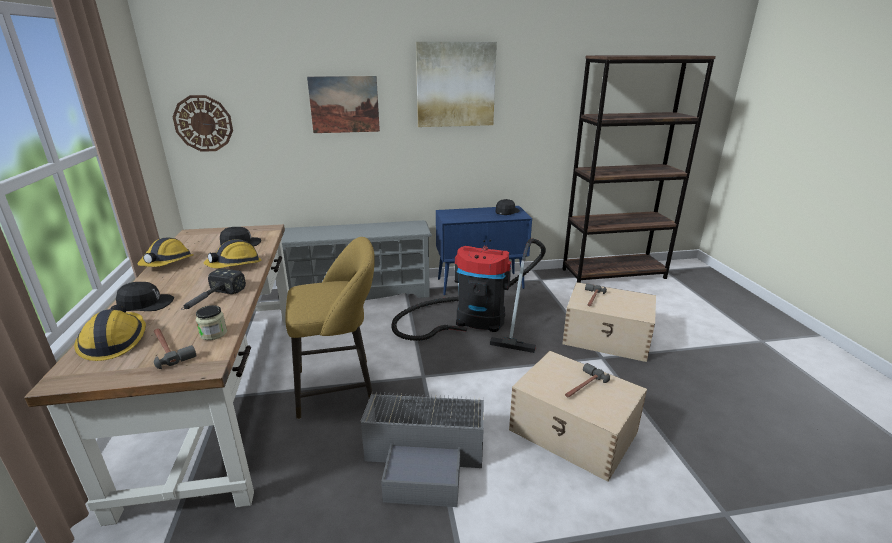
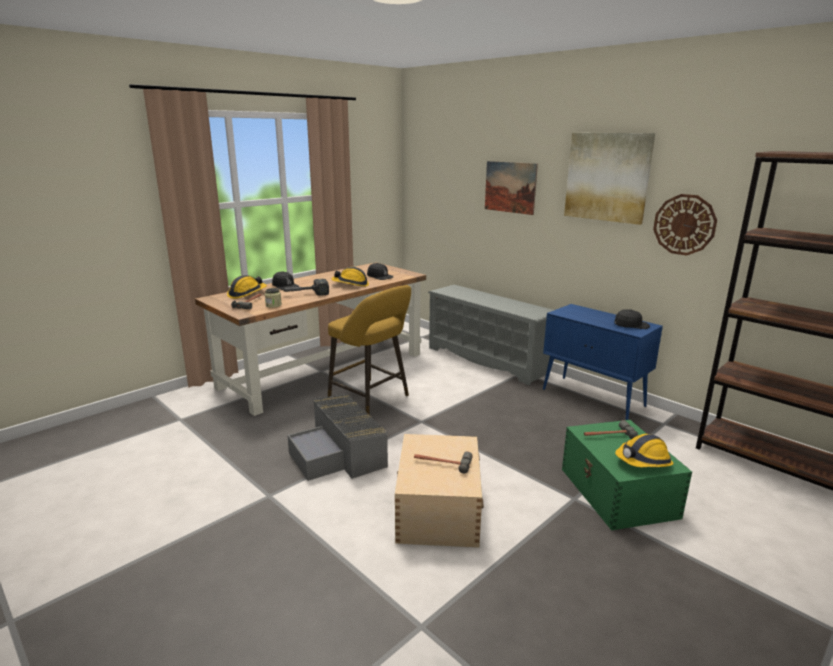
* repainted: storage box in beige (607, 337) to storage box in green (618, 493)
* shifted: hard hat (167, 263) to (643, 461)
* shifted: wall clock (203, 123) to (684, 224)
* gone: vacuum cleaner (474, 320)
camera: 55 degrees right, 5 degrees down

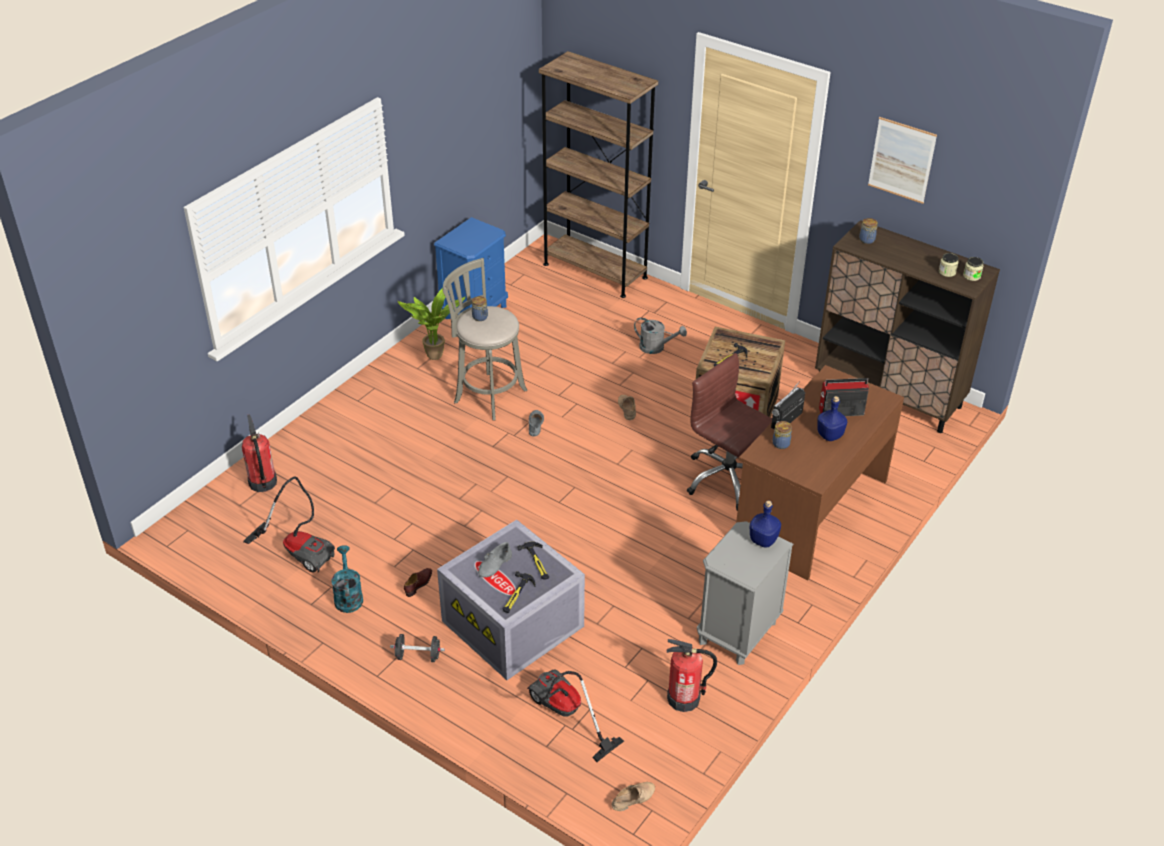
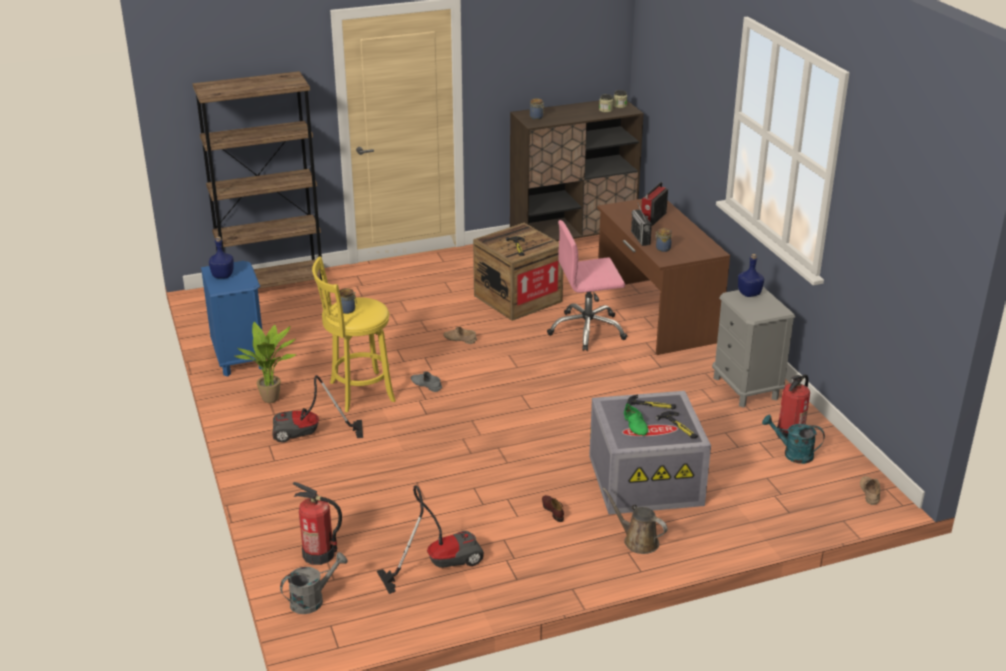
* shifted: bottle in blue (829, 435) to (223, 276)
* shifted: vacuum cleaner (564, 715) to (309, 435)
* shifted: watering can in grey (656, 348) to (312, 600)
* repainted: stool in grey (487, 394) to stool in yellow (358, 392)
* repainted: office chair in brown (727, 479) to office chair in pink (587, 331)
* swapped: dumbbell in black (418, 656) to watering can in brown (638, 541)
* repainted: shoe in grey (495, 565) to shoe in green (636, 425)
* shifted: watering can in turquoise (348, 596) to (792, 454)
* gone: picture (901, 160)
camera: 55 degrees left, 10 degrees down

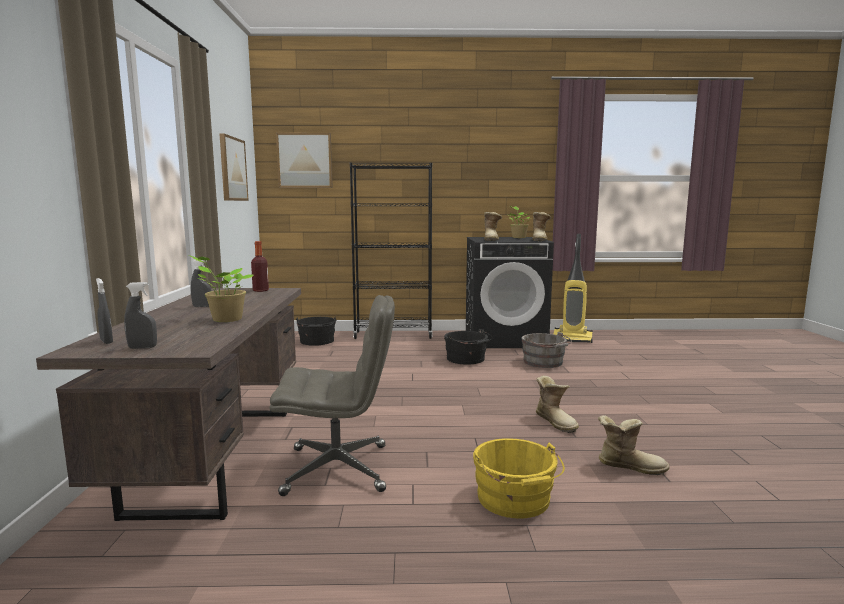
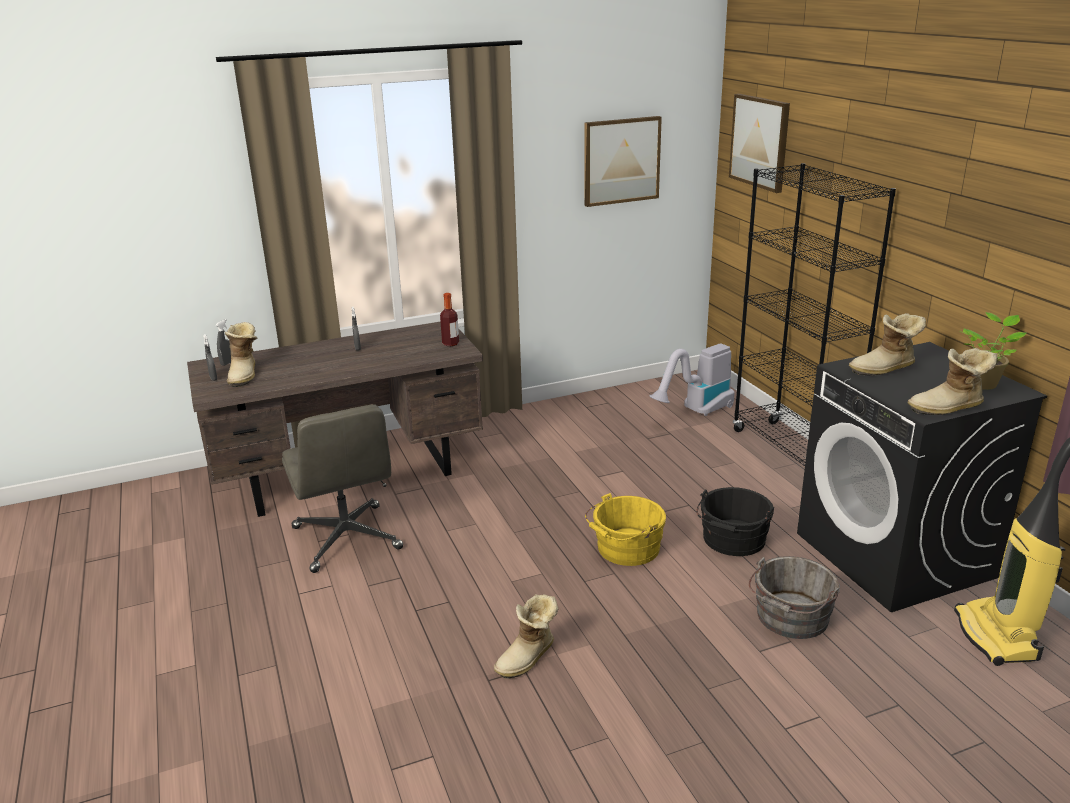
* shifted: boot (629, 466) to (245, 374)
* shifted: bucket in yellow (515, 500) to (625, 549)
* swapped: bucket in black (317, 341) to vacuum cleaner (696, 412)
* gone: potted plant (225, 319)
camera: 70 degrees right, 15 degrees up

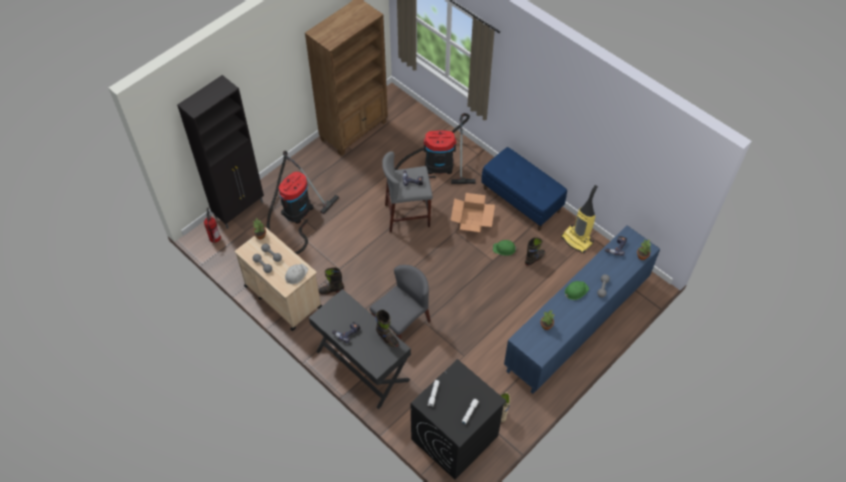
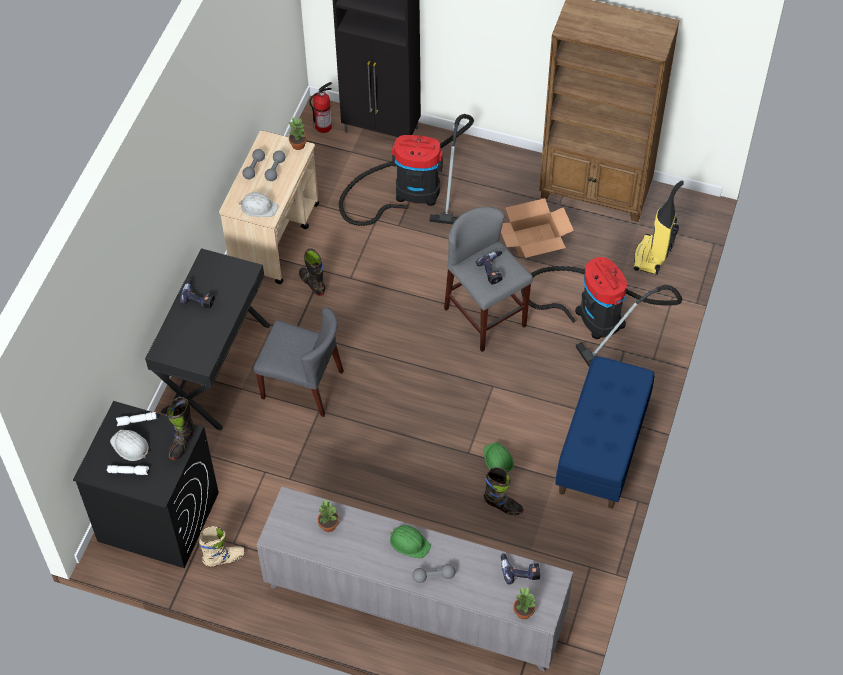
* new: hard hat in white (130, 446)
* shifted: boot in black (387, 338) to (182, 443)
* repainted: cabinet in blue (577, 325) to cabinet in grey (414, 605)
* shifted: cardboard box (472, 220) to (534, 240)
* shifted: vacuum cleaner (577, 240) to (652, 256)
camera: 65 degrees right, 0 degrees up

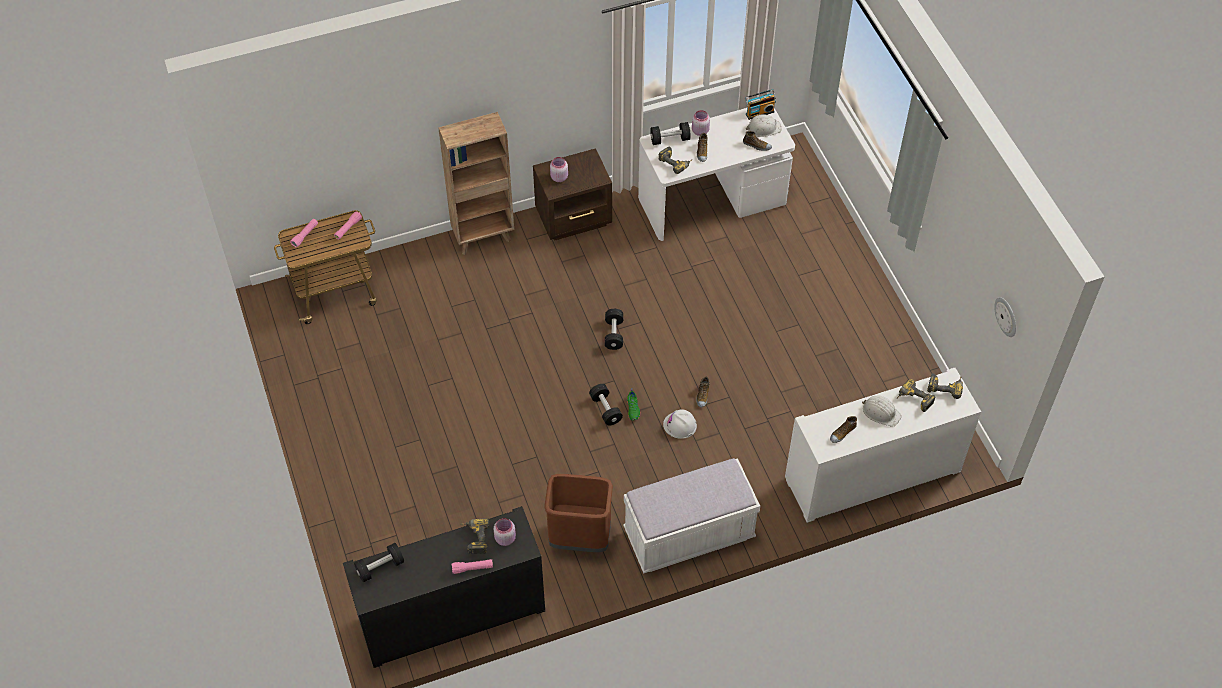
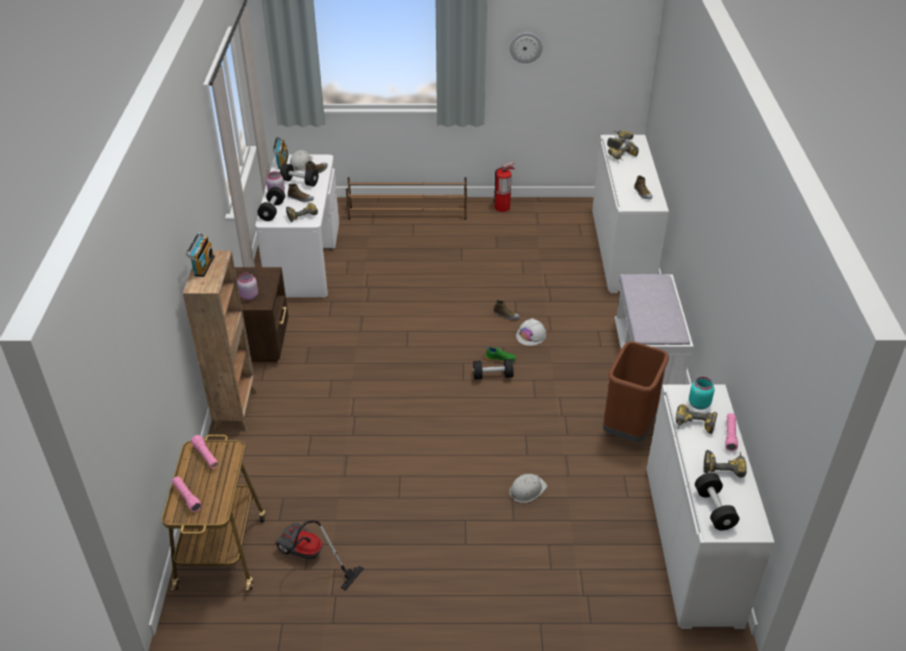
* new: radio (202, 266)
* new: vacuum cleaner (310, 558)
* shifted: dumbbell in black (614, 334) to (299, 182)
* new: shoe rack in brown (408, 213)
* new: fire extinguisher (502, 207)
* shifted: wall clock (1006, 316) to (526, 47)
* shifted: hard hat in white (881, 412) to (527, 490)
* repainted: cabinet in black (452, 614) to cabinet in white (691, 544)
* repainted: jar in pink (505, 538) to jar in turquoise (698, 404)
* new: power drill (724, 466)
camera: 70 degrees left, 15 degrees down

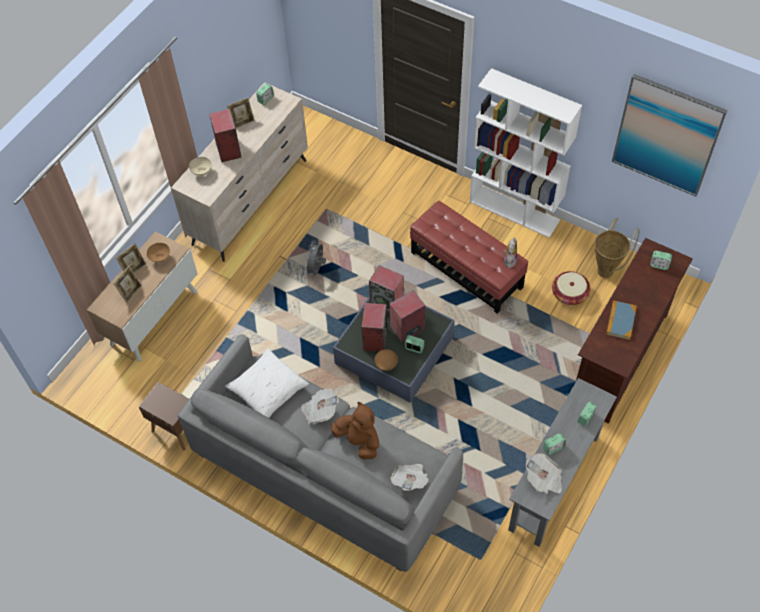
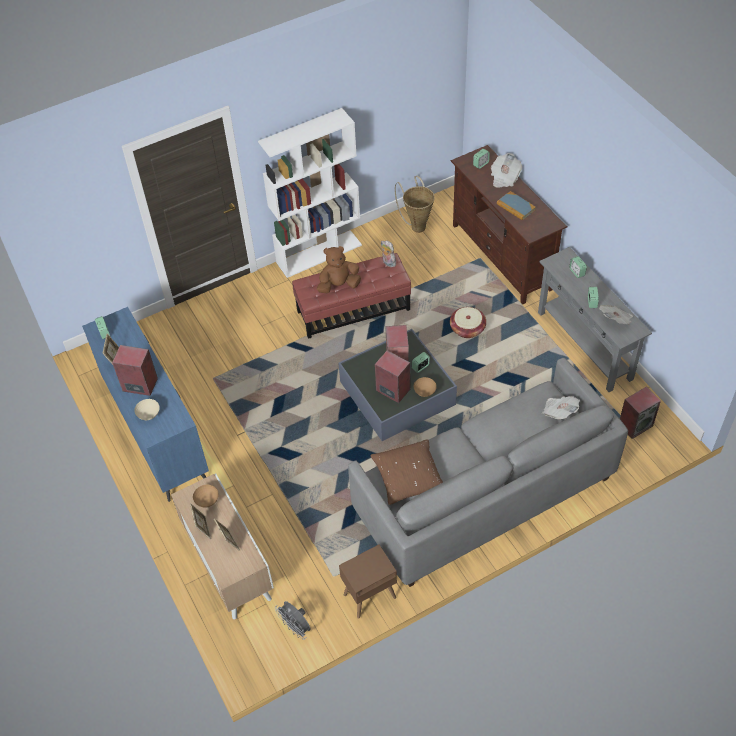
* repainted: dresser in beige (251, 201) to dresser in blue (157, 432)
* shifted: fan in grey (316, 269) to (296, 627)
* shifted: plush toy in brown (359, 441) to (338, 285)
* repainted: pillow in white (267, 389) to pillow in brown (408, 477)
* shifted: basket (569, 294) to (467, 329)
* shifted: newspaper (320, 411) to (504, 178)
* shifted: speaker (387, 302) to (635, 425)
* gone: picture (666, 136)
camera: 60 degrees left, 5 degrees down

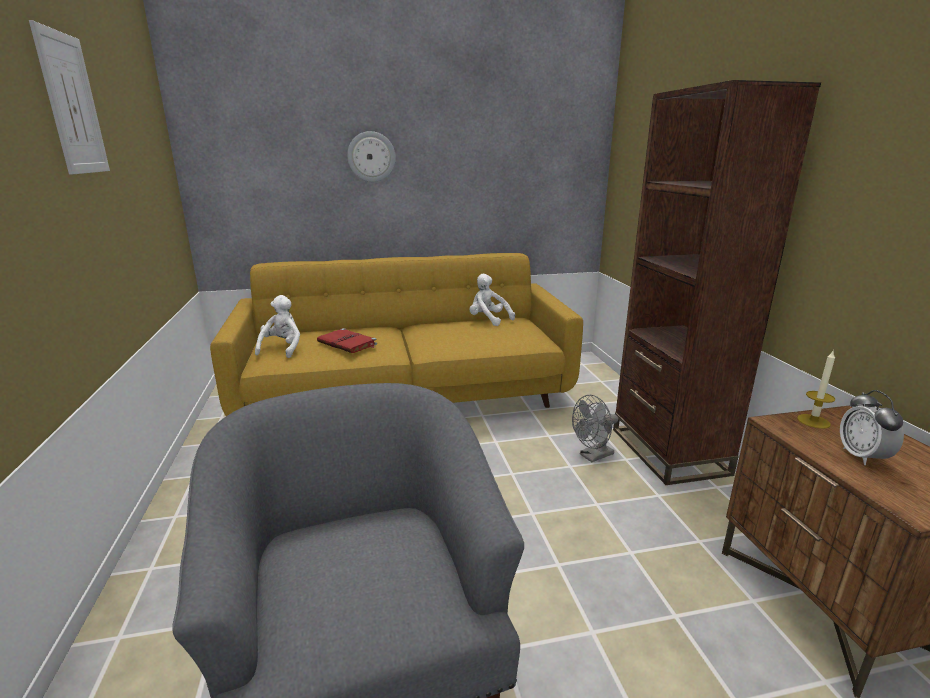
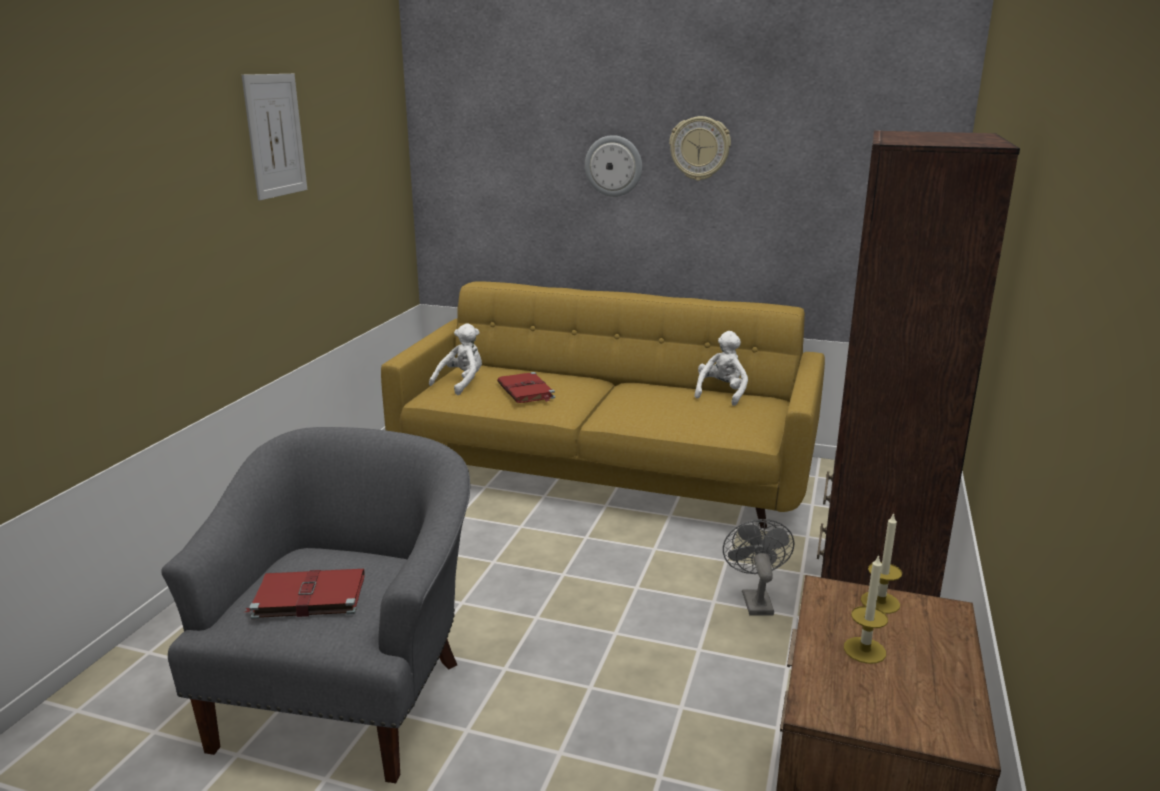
* new: book in red (307, 597)
* new: wall clock (700, 148)
* rotated: plush toy in white (488, 320) = (721, 393) 45 degrees clockwise
* rotated: fan in grey (593, 456) = (755, 600) 90 degrees clockwise
* swapped: alarm clock (862, 456) to candle (864, 650)
camera: 30 degrees right, 0 degrees up

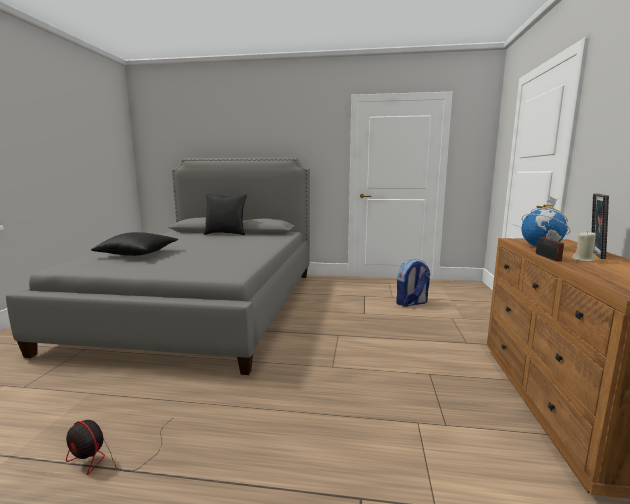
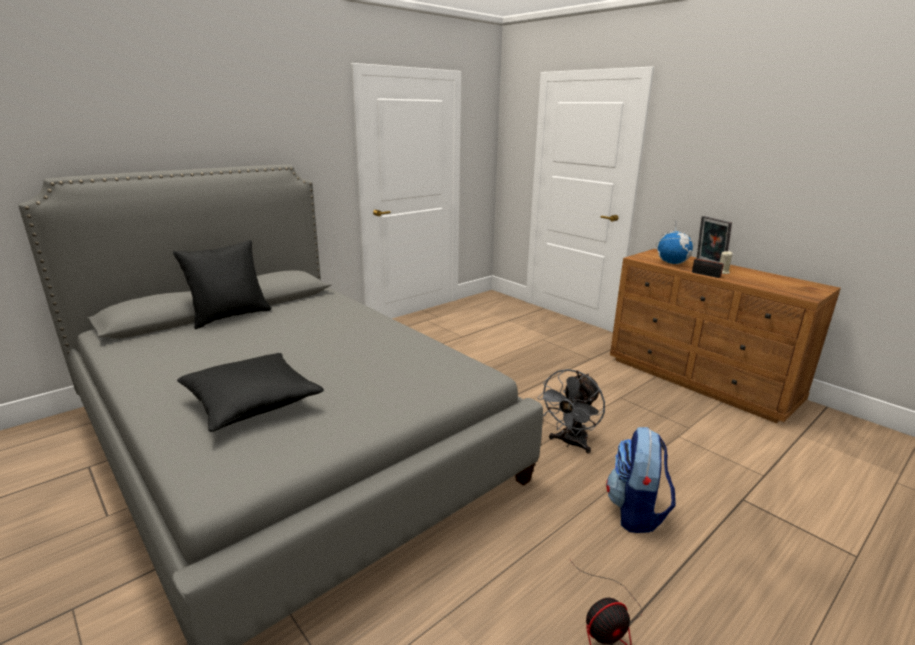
* new: fan in grey (570, 443)
* shifted: backpack (411, 303) to (636, 512)
camera: 50 degrees left, 10 degrees up

